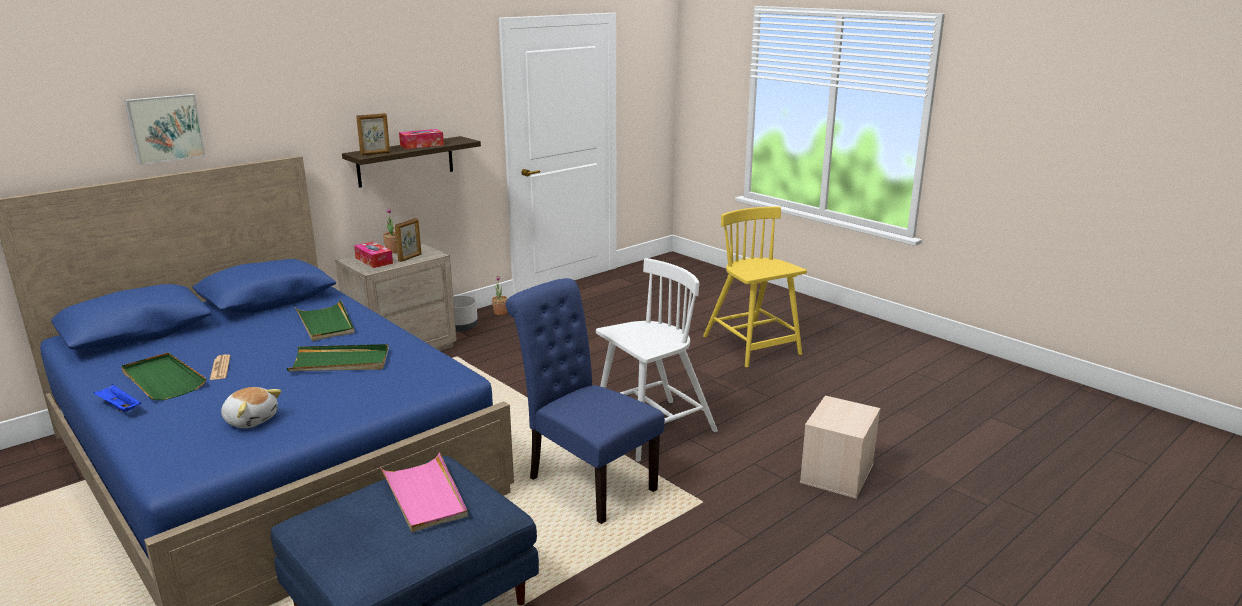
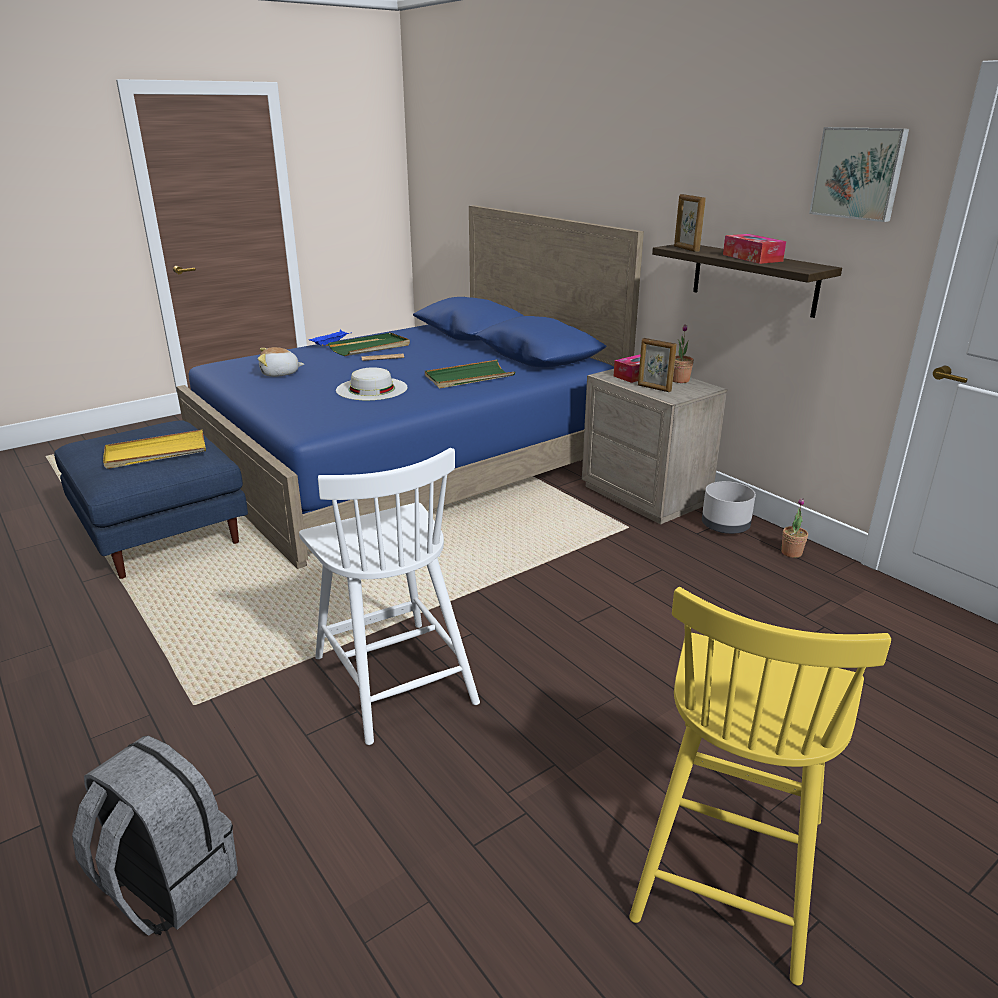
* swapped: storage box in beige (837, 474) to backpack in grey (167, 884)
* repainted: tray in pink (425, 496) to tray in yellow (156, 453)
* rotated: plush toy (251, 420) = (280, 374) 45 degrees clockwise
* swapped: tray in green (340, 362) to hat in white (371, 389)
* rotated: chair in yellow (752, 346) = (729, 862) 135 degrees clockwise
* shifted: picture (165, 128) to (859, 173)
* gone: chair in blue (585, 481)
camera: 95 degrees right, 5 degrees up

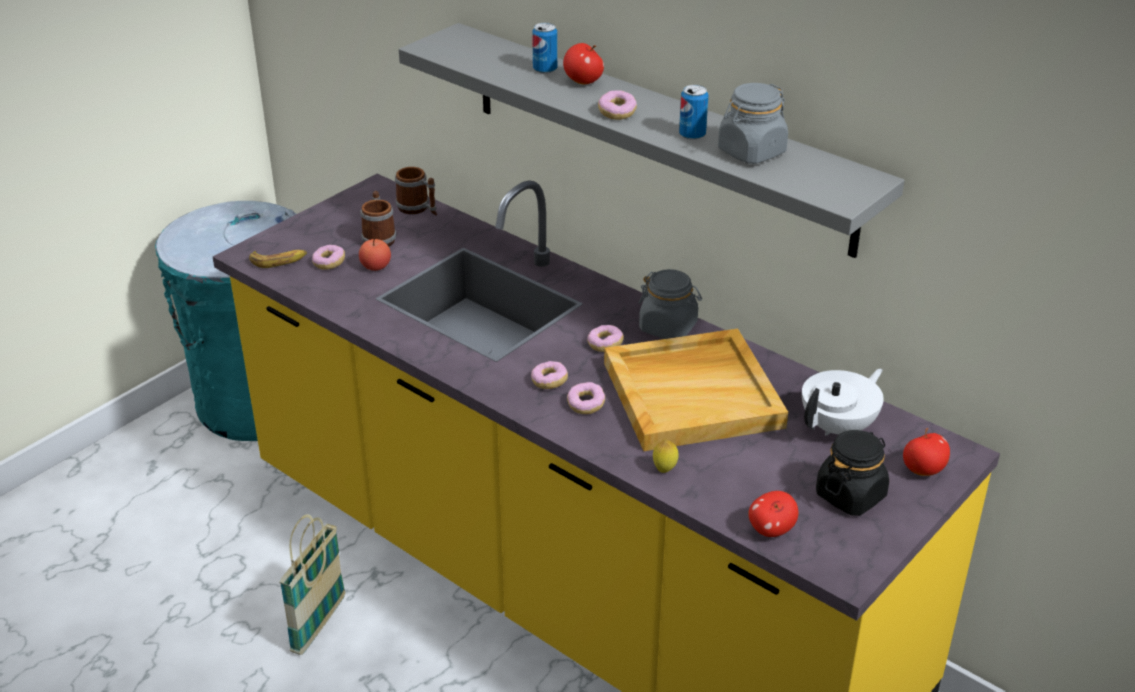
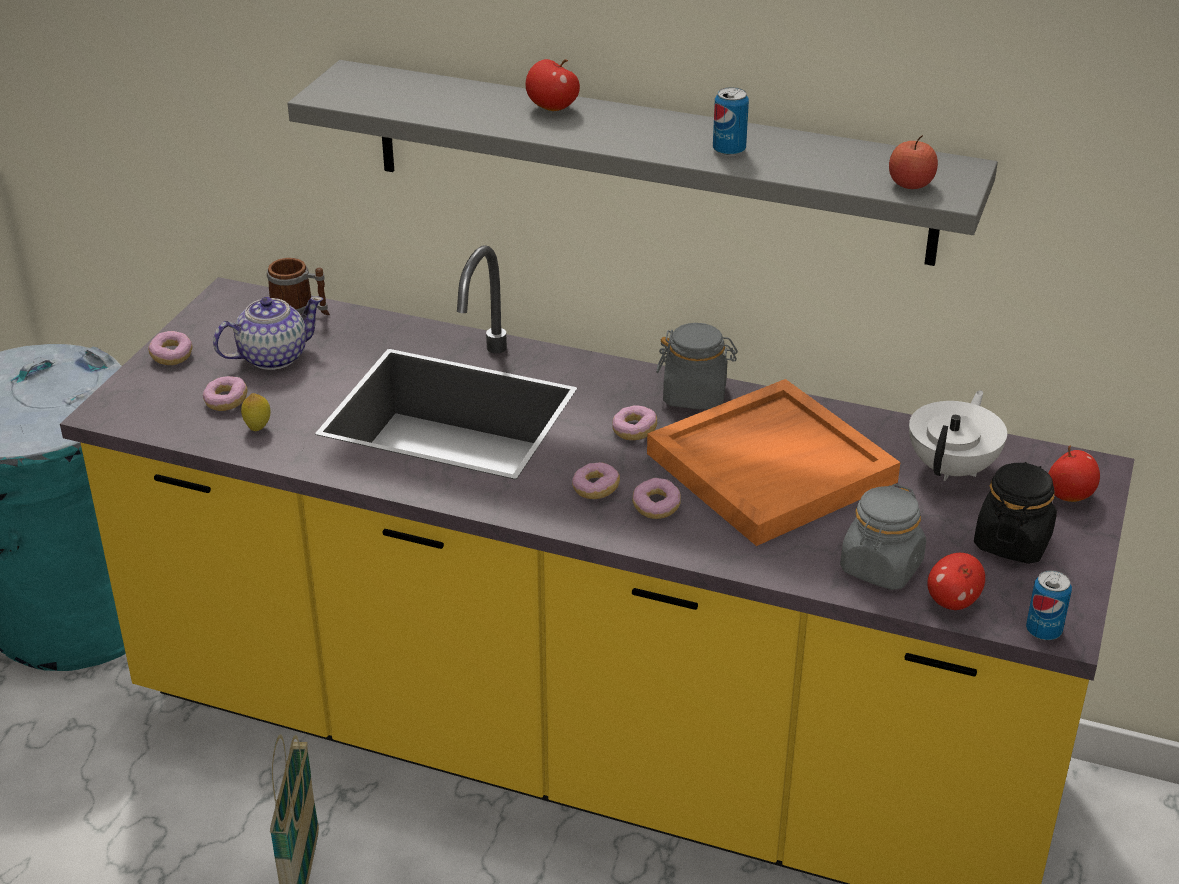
* shifted: donut (617, 113) to (171, 356)
* swapped: mug (379, 238) to teapot (272, 357)
* shifted: lemon (664, 469) to (258, 428)
* repainted: tray in beige (693, 394) to tray in orange (771, 466)
* shifted: jar in grey (751, 152) to (881, 567)
* shifted: apple (376, 266) to (910, 184)
* shifted: can (545, 69) to (1043, 631)
* gone: banana (279, 261)
camera: 20 degrees left, 0 degrees up

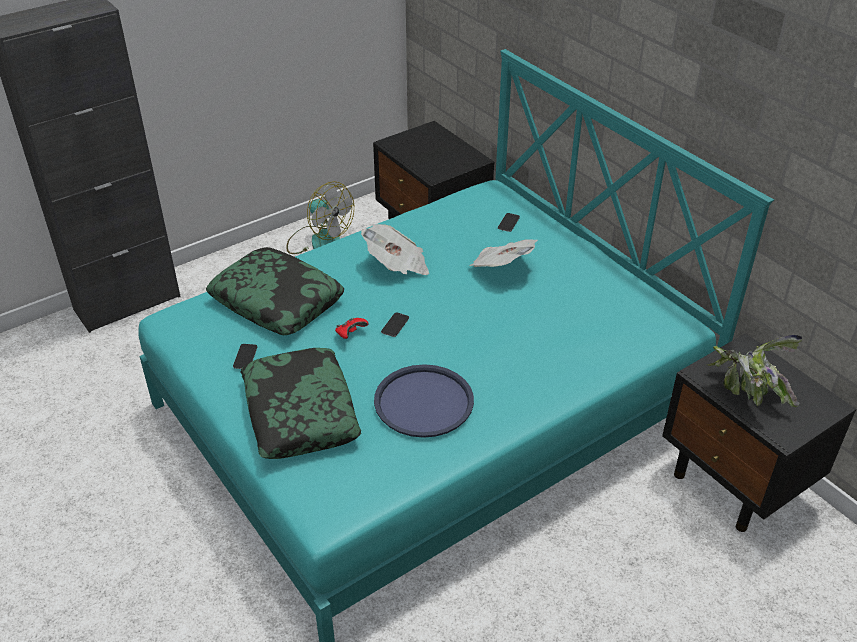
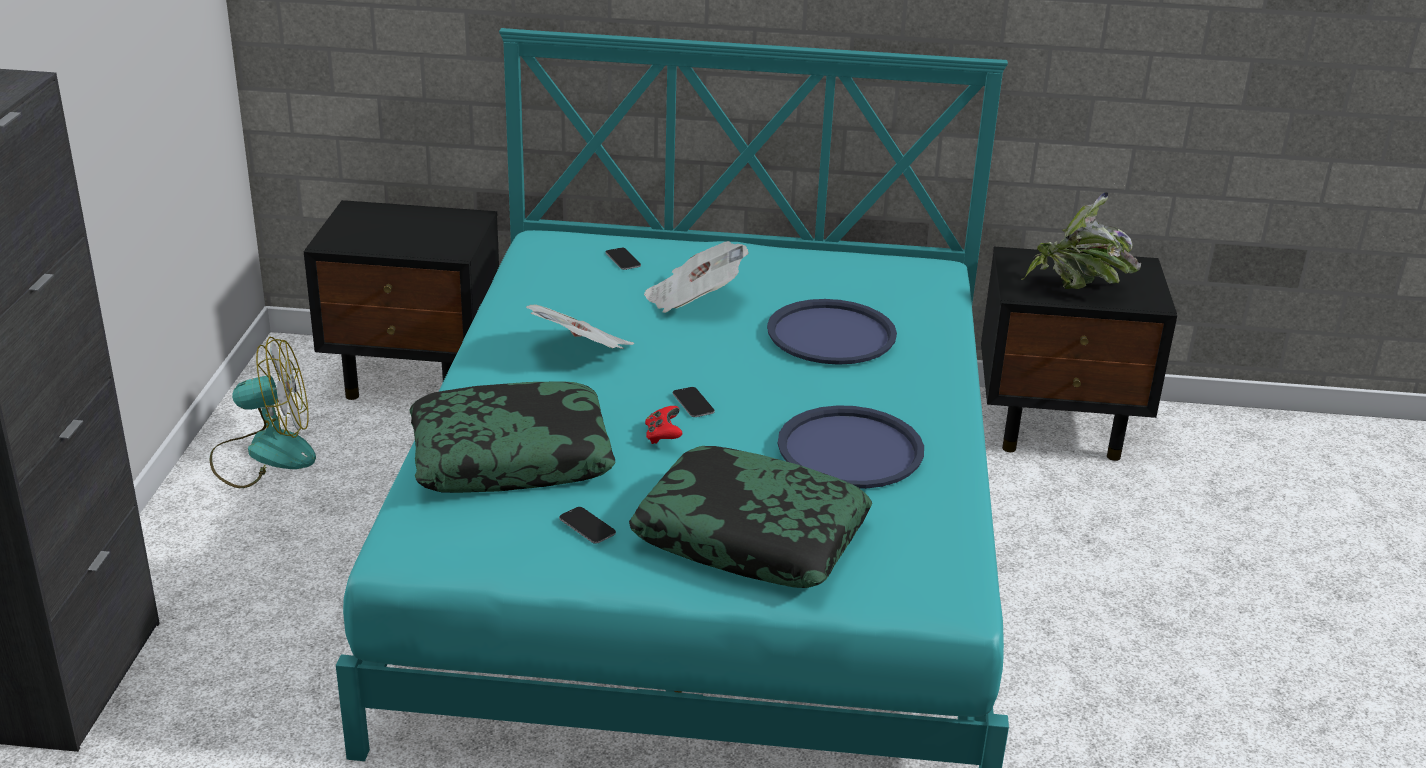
* new: tray in blue (831, 334)
camera: 50 degrees left, 10 degrees down

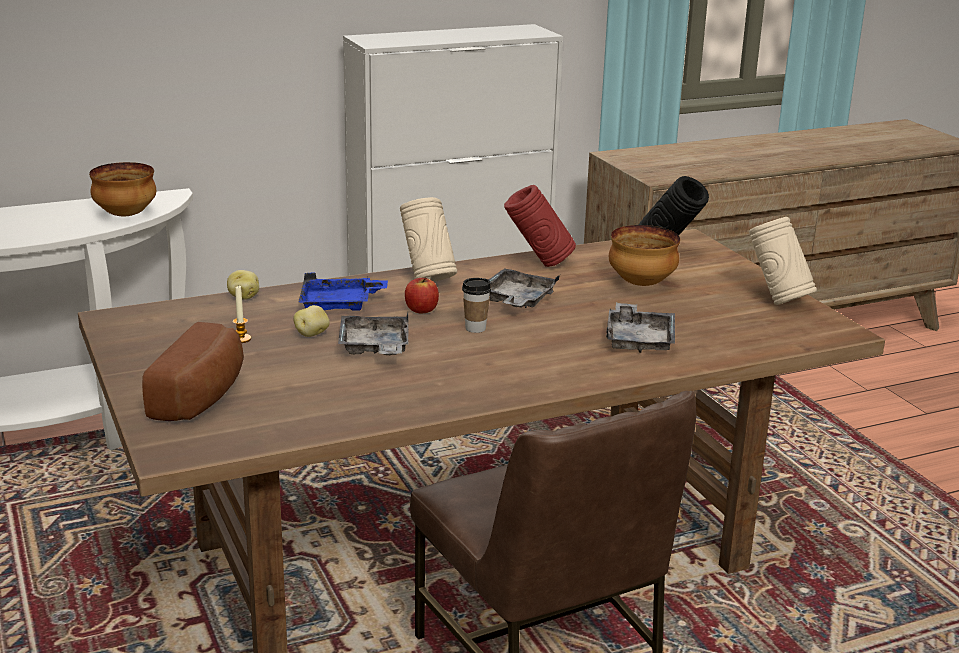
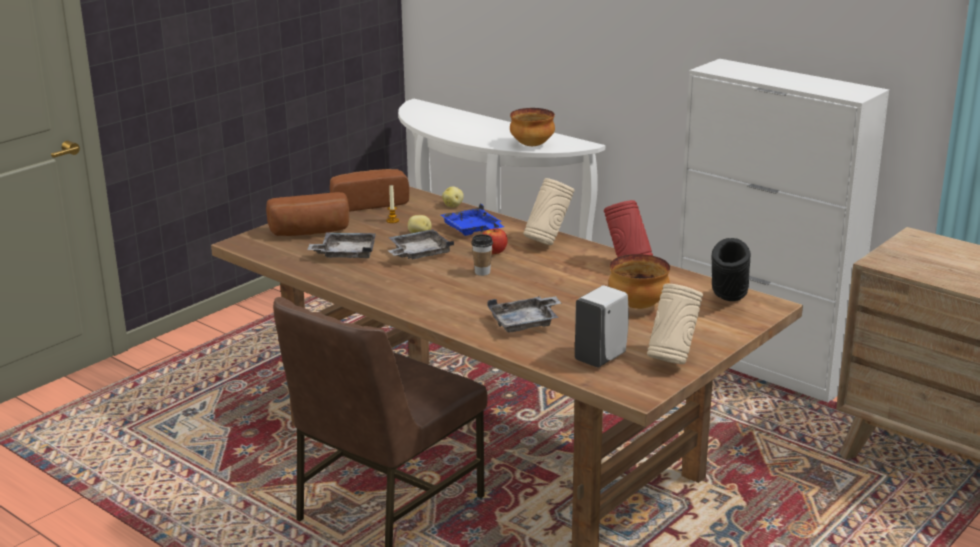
* shifted: tray in grey (517, 300) to (345, 254)
* new: bread (367, 203)
* new: soap dispenser in white (601, 358)
camera: 65 degrees right, 0 degrees up

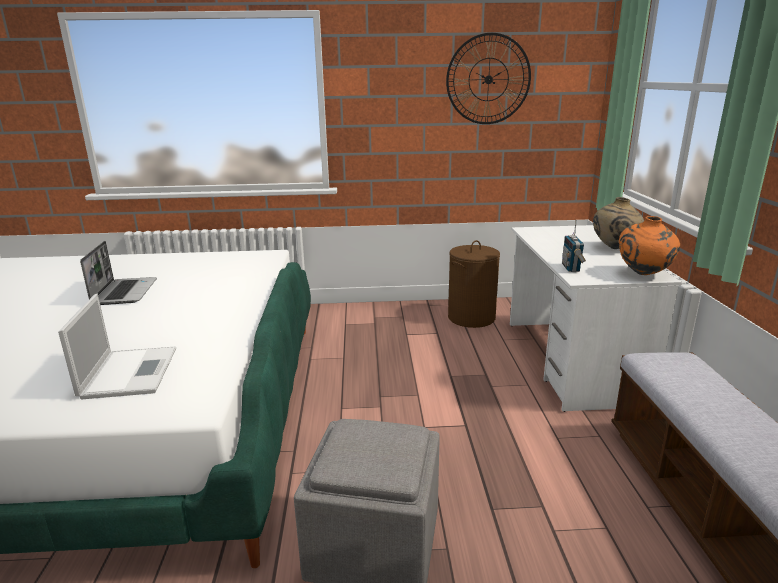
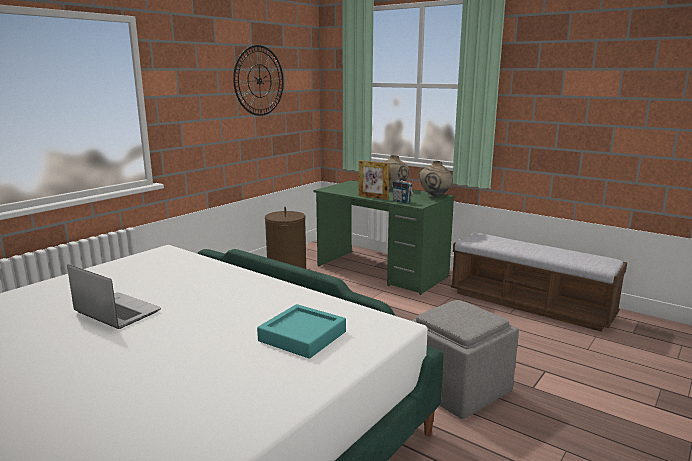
* swapped: laptop (130, 372) to tray in turquoise (302, 336)
* repainted: desk in white (571, 361) to desk in green (381, 271)
* new: picture frame (373, 197)
* repainted: vase in orange (643, 274) to vase in beige (435, 196)
camera: 50 degrees left, 5 degrees down

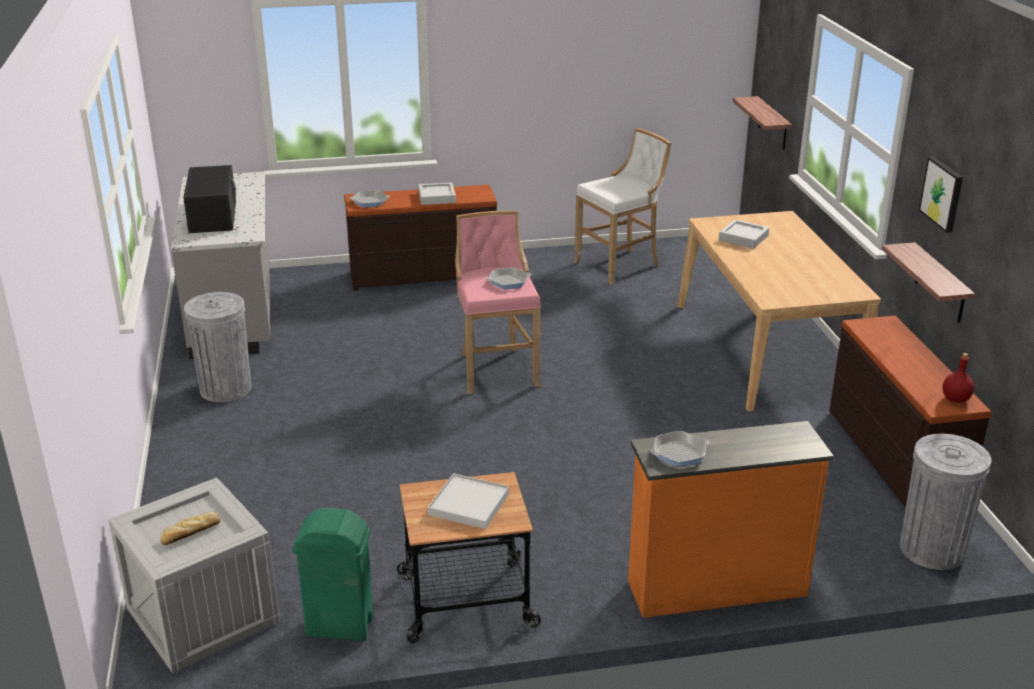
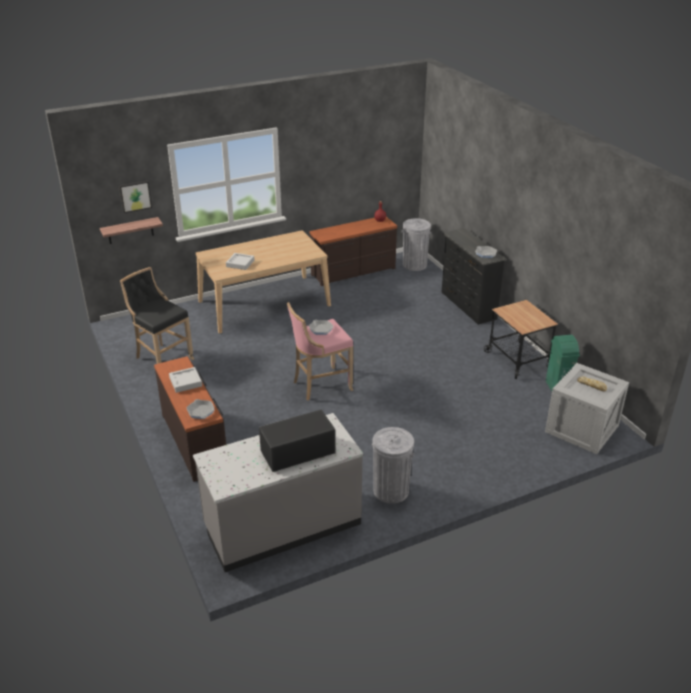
* shifted: picture (943, 194) to (135, 196)
* repainted: stool in white (620, 265) to stool in black (162, 359)
* repainted: dresser in orange (715, 586) to dresser in black (467, 306)
* gone: tray in white (469, 504)
* gone: shelf (940, 284)
camera: 105 degrees left, 5 degrees up

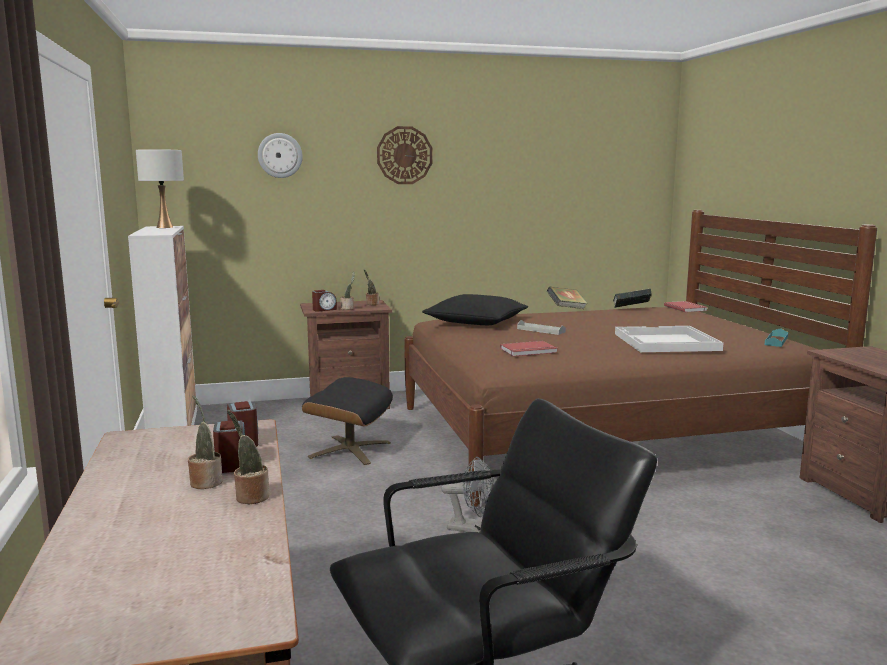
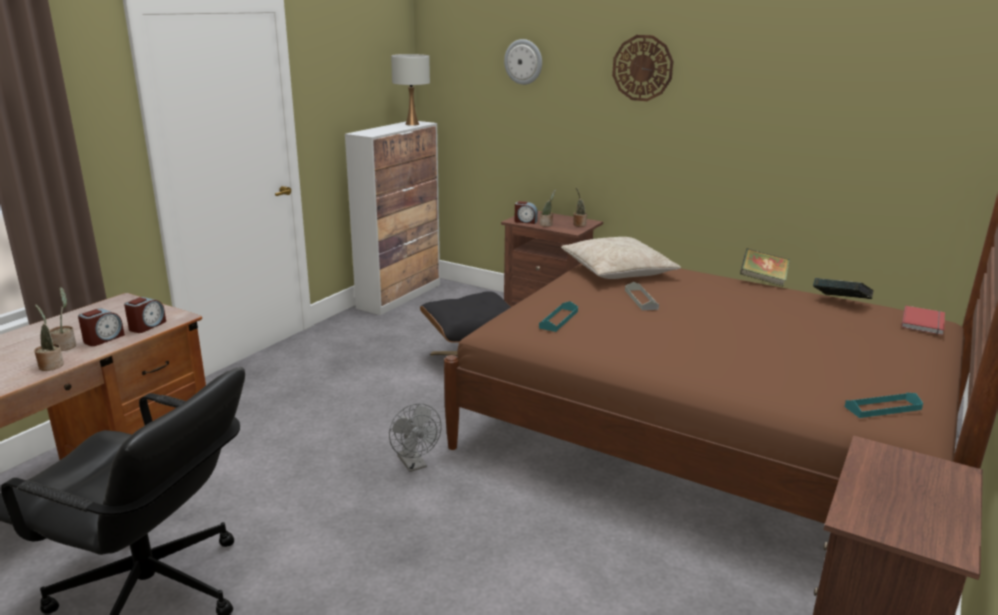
* swapped: book in red (529, 351) to tray in turquoise (558, 319)
* repainted: pillow in black (476, 321) to pillow in beige (617, 270)
* gone: tray in white (665, 342)
camera: 45 degrees right, 10 degrees up

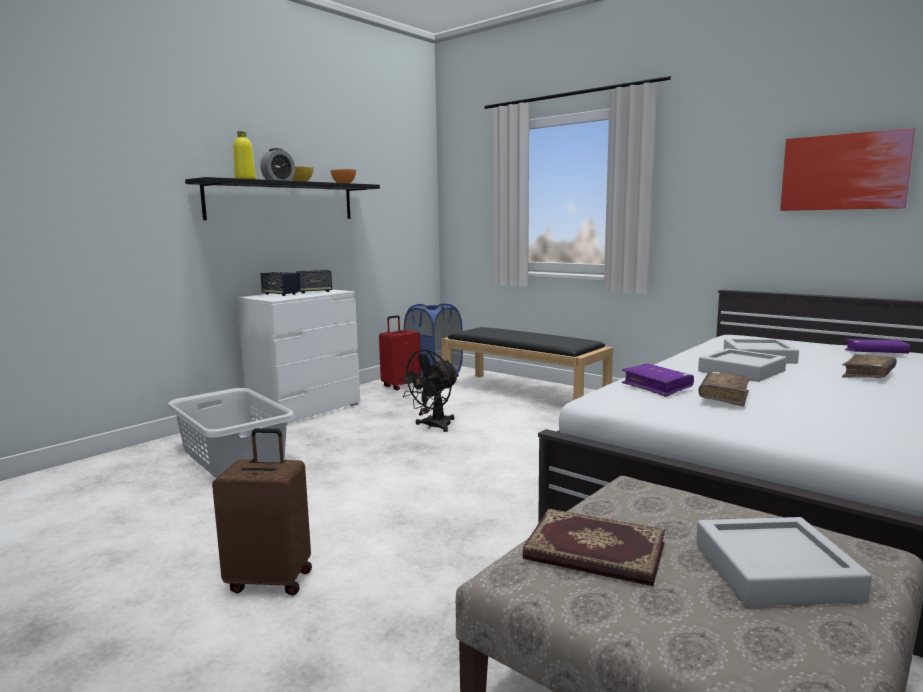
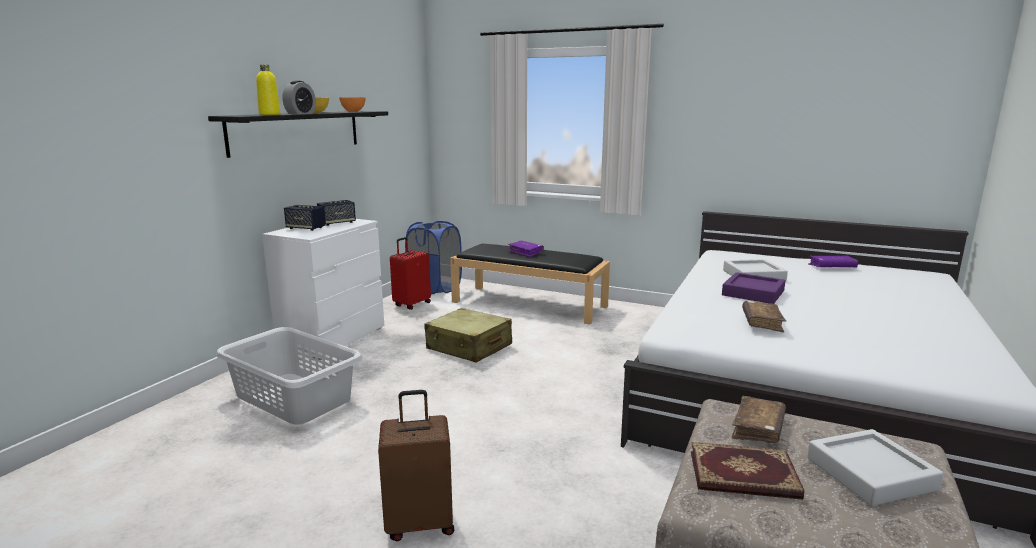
* swapped: fan in black (433, 426) to suitcase in beige (469, 347)
* shifted: book in purple (656, 387) to (525, 252)
* repainted: tray in grey (741, 371) to tray in purple (753, 293)
* shifted: book in brown (868, 375) to (758, 428)
* gone: picture (844, 172)
camera: 15 degrees left, 5 degrees up

